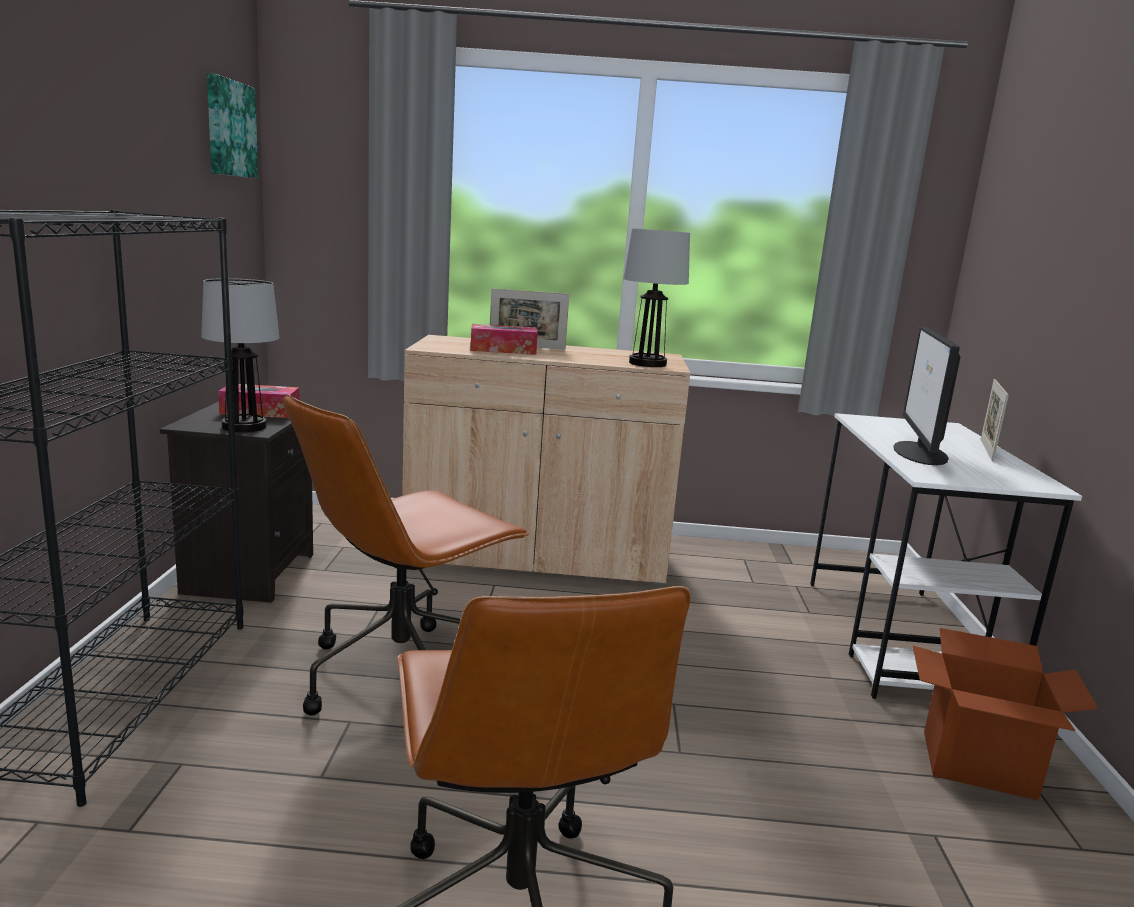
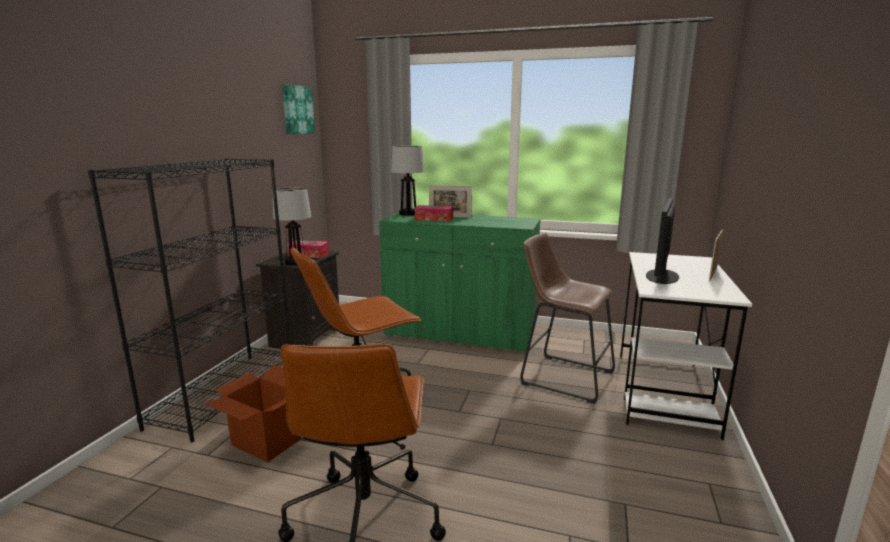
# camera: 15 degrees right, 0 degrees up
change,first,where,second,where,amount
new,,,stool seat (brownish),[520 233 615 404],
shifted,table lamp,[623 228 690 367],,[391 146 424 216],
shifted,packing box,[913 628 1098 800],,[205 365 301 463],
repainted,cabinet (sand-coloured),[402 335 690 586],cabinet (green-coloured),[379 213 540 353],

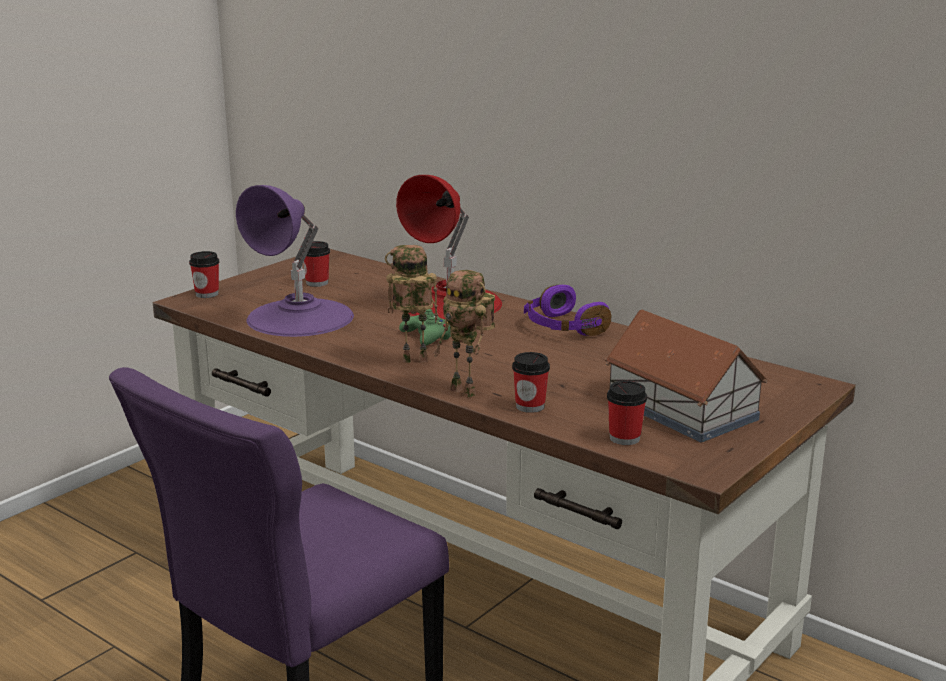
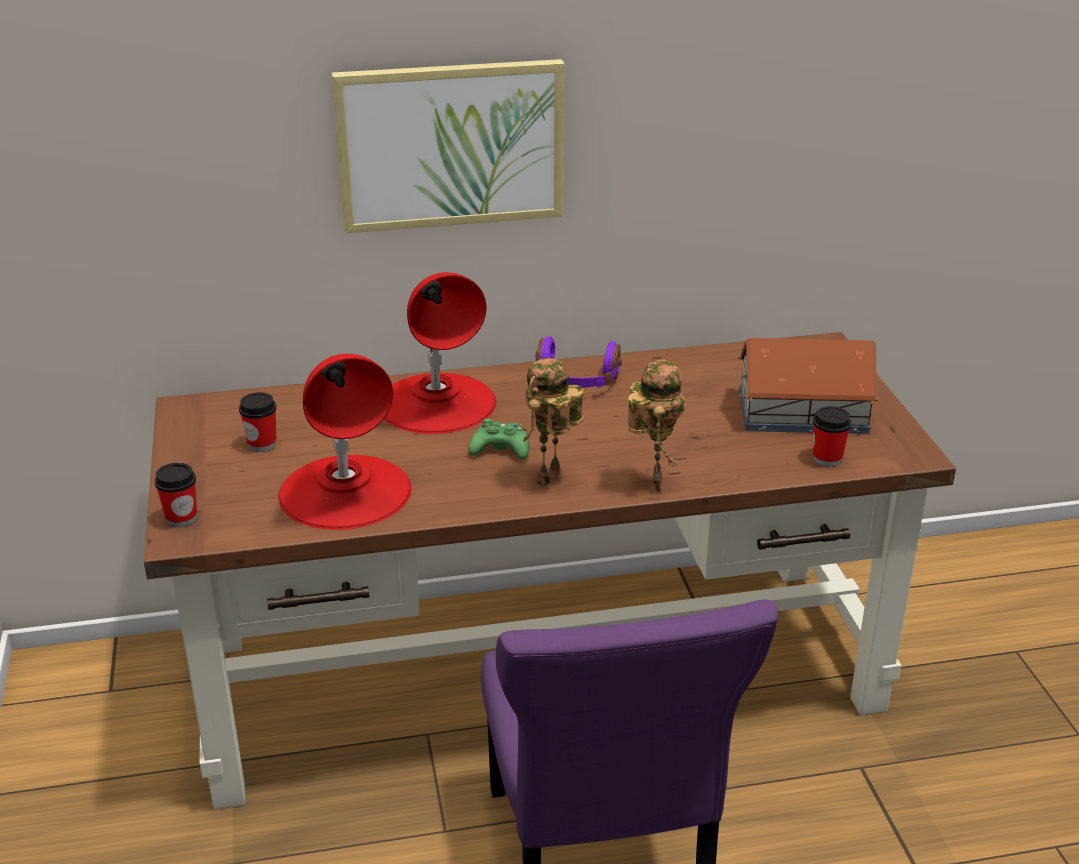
# camera: 50 degrees left, 10 degrees up
change,first,where,second,where,amount
gone,small cup,[512 352 550 413],,,
new,,,wall art,[332 59 564 233],
repainted,table lamp (purple-coloured),[236 185 354 337],table lamp (red),[278 354 411 530],
rotated,robot figure,[434 270 495 398],,[627 359 686 494],75 degrees counterclockwise

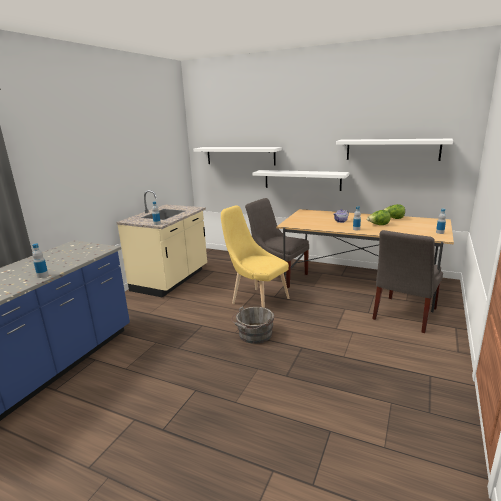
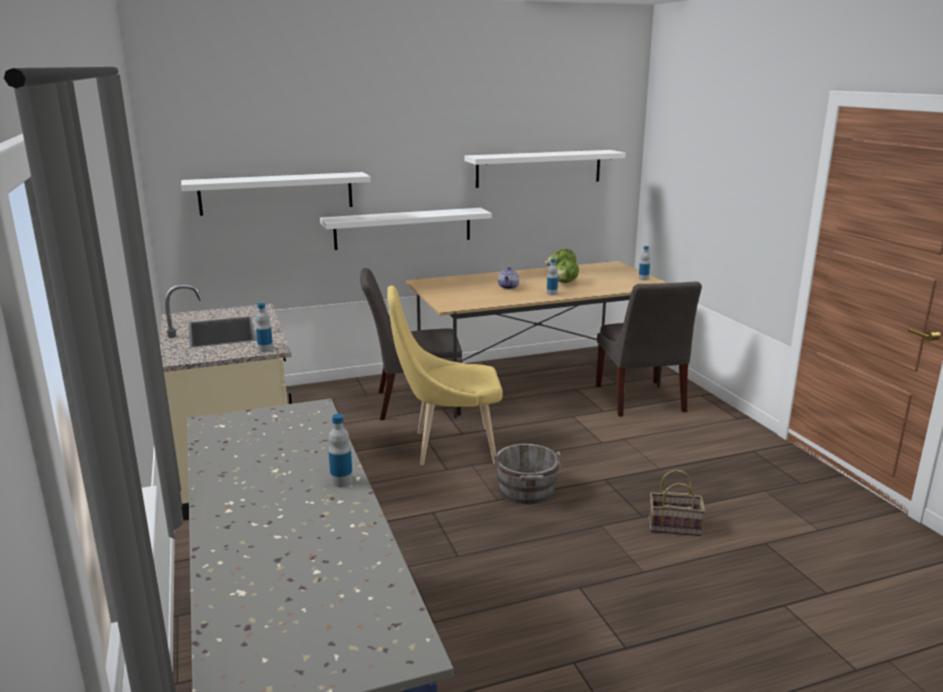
# camera: 45 degrees left, 0 degrees up
change,first,where,second,where,amount
new,,,household basket,[649 470 705 536],

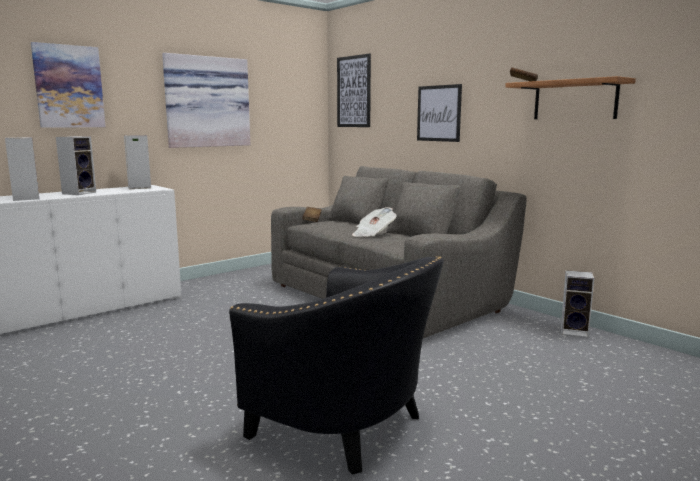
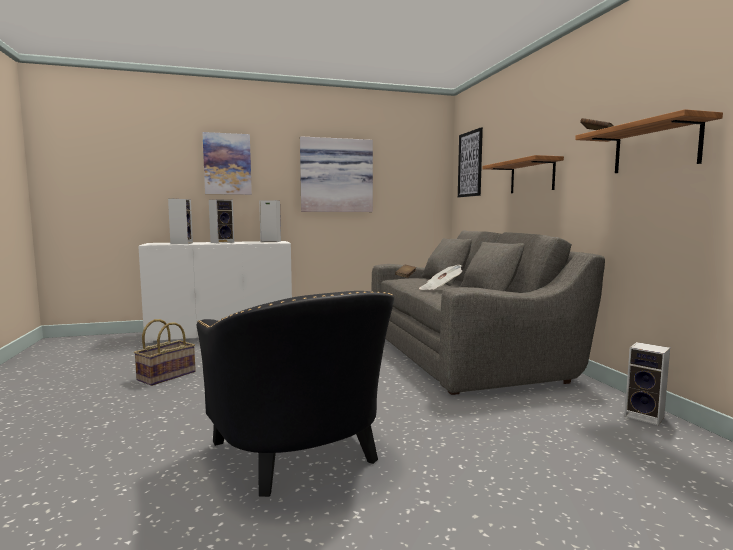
# camera: 25 degrees right, 5 degrees down
change,first,where,second,where,amount
new,,,household basket,[134 319 196 386],
swapped,wall art,[417 84 462 142],wall shelf,[482 155 564 193],

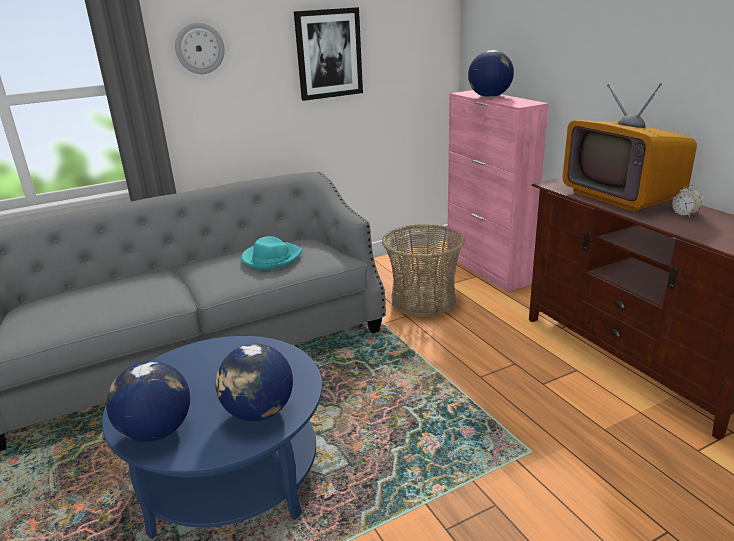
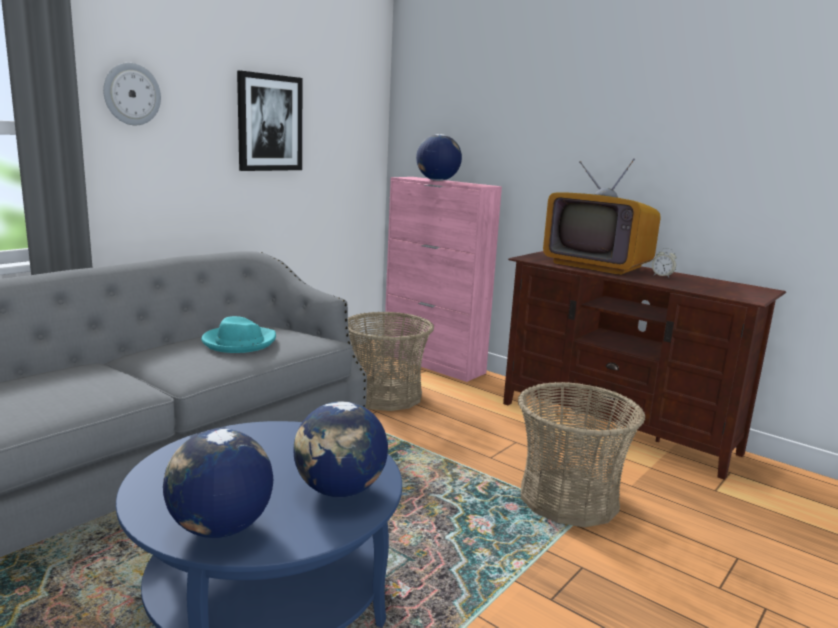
# camera: 25 degrees left, 10 degrees down
change,first,where,second,where,amount
new,,,household basket,[518 382 645 527],

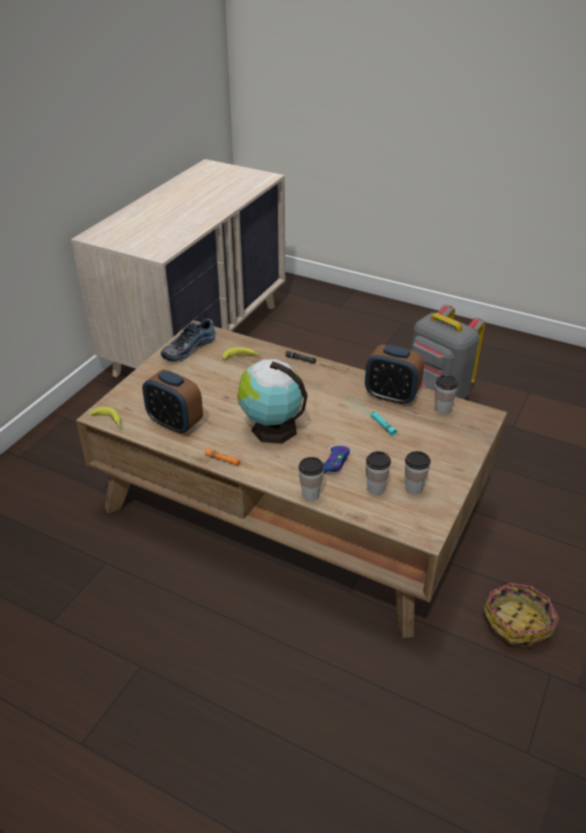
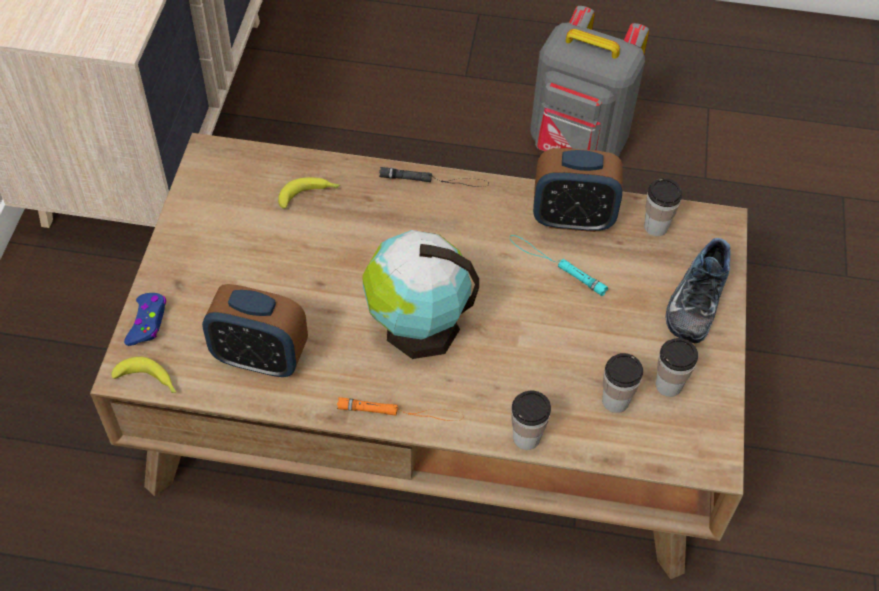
# camera: 20 degrees left, 15 degrees up
change,first,where,second,where,amount
gone,household basket,[483 581 559 647],,,
shifted,item of footwear,[161 319 216 362],,[665 238 731 343],
shifted,gamepad (blue-coloured),[323 446 350 473],,[124 293 166 346],

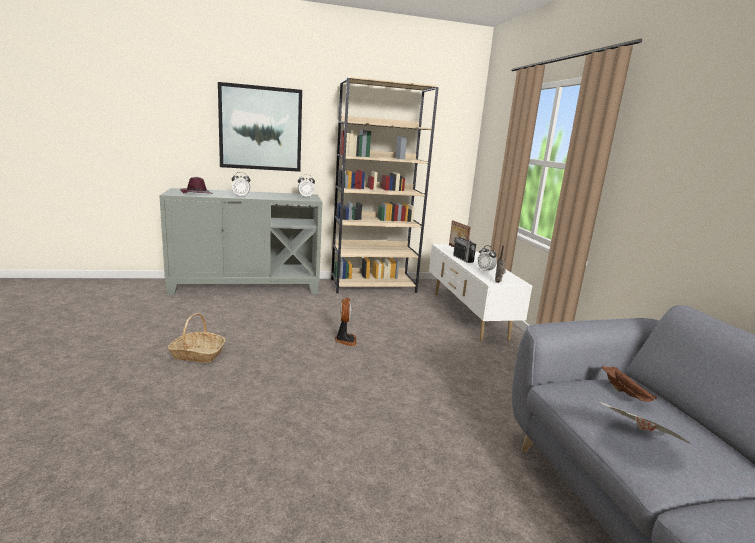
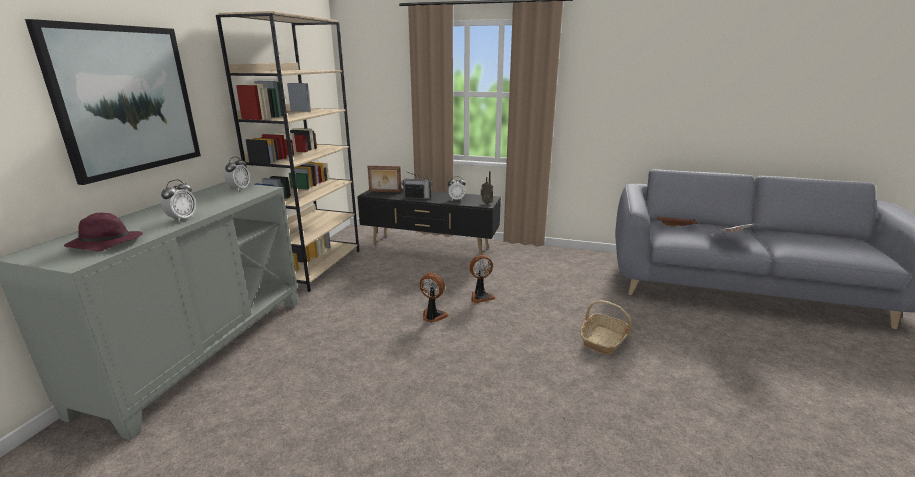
# camera: 60 degrees left, 5 degrees up
change,first,where,second,where,amount
new,,,cooling fan,[469 255 496 303],
shifted,household basket,[167 313 225 363],,[581 300 631 355],
repainted,tv unit (white),[429 244 532 342],tv unit (blackish),[357 189 501 255],

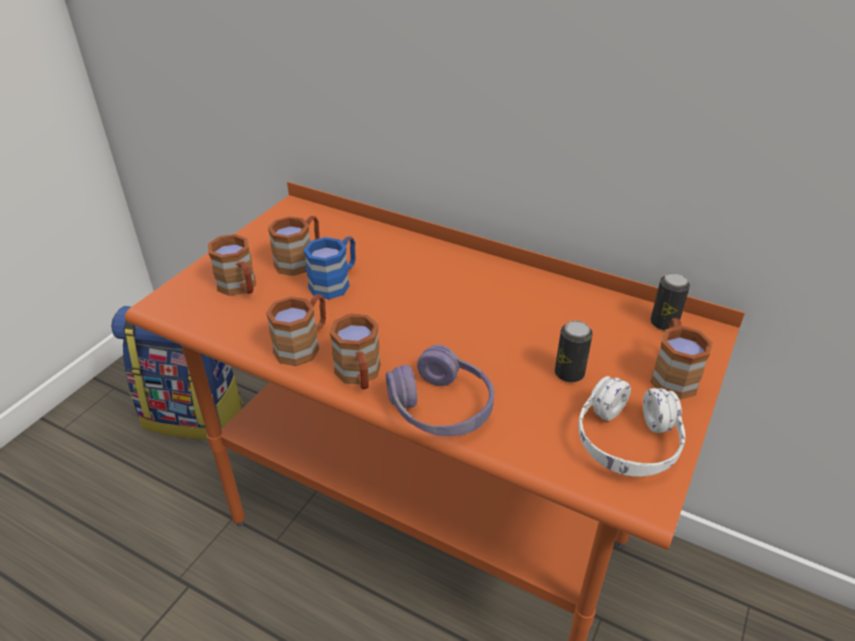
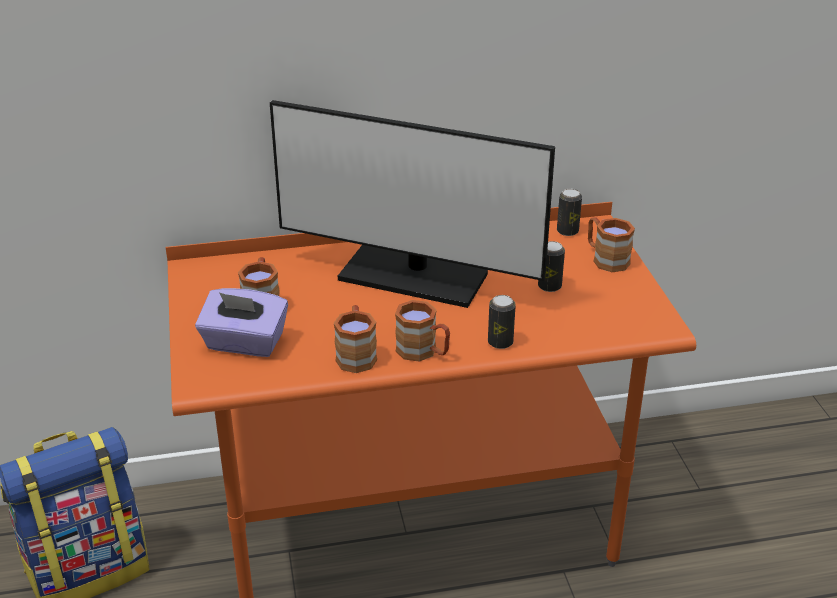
# camera: 40 degrees left, 5 degrees down
change,first,where,second,where,amount
gone,mug (blue-coloured),[303 236 355 299],,,
gone,headset (white),[578 376 685 477],,,
new,,,monitor,[270 100 555 308],
swapped,mug (brownish),[208 234 256 296],tissue holder (purple-coloured),[195 288 288 357],
swapped,headset (purple-coloured),[386 345 494 436],metal can,[488 295 516 349],

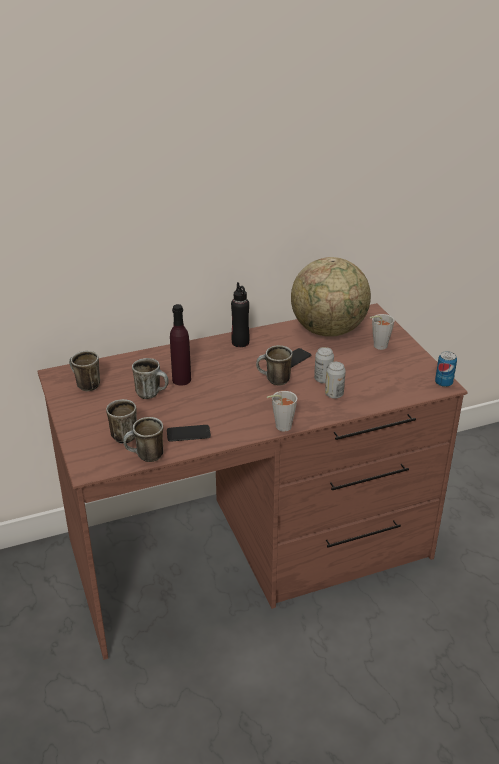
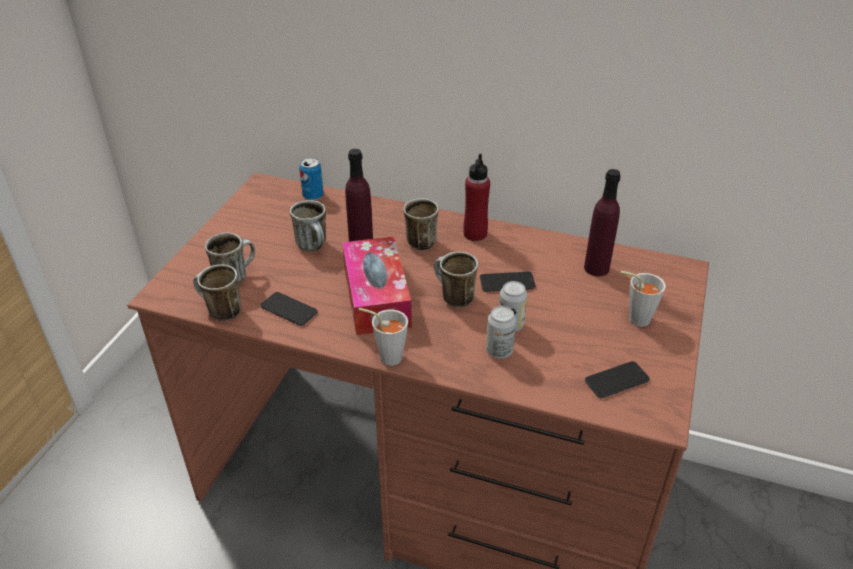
# camera: 40 degrees right, 5 degrees up
change,first,where,second,where,amount
new,,,tissue holder,[342 237 412 335],
new,,,telephone,[585 361 650 398],
shifted,mug,[69 351 100 391],,[403 198 439 250],
shifted,metal can,[435 351 457 387],,[299 158 324 200],
swapped,world globe,[291 257 371 337],beverage bottle (purple-coloured),[584 169 621 276],
repainted,beverage bottle (blackish),[231 282 249 347],beverage bottle (red),[463 154 490 241],

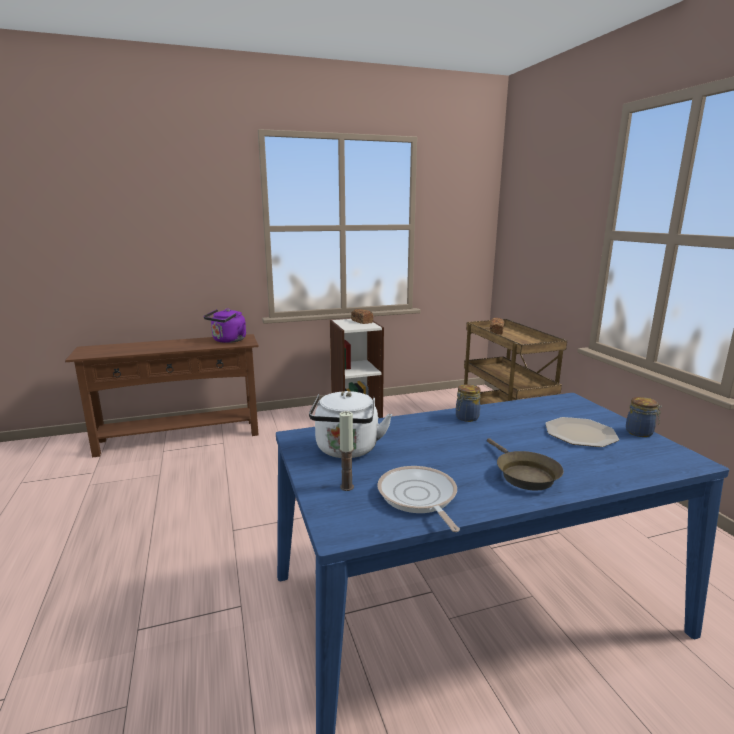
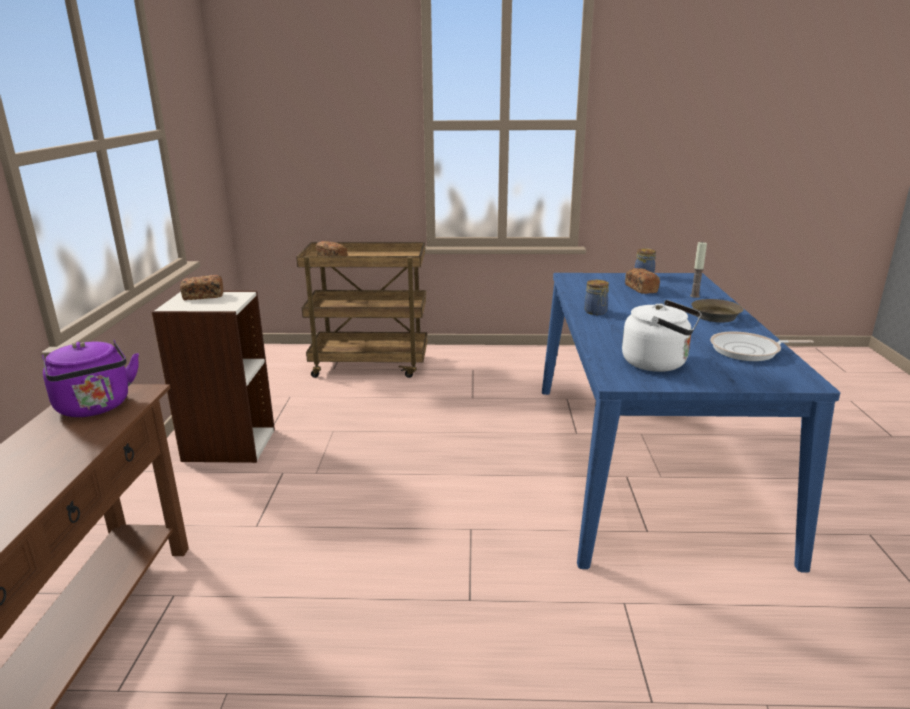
# camera: 70 degrees left, 5 degrees up
change,first,where,second,where,amount
shifted,wax light,[339 411 354 491],,[690 241 707 298],
swapped,flat dish,[545 417 619 447],bread,[625 268 660 294],

